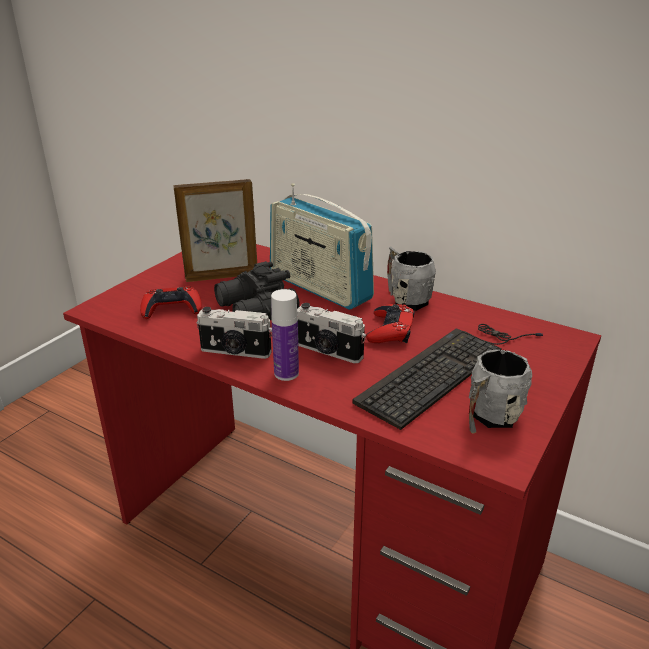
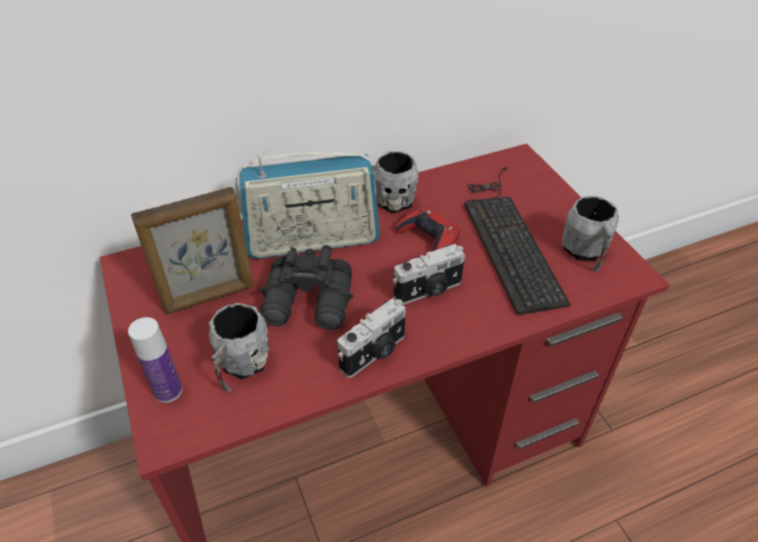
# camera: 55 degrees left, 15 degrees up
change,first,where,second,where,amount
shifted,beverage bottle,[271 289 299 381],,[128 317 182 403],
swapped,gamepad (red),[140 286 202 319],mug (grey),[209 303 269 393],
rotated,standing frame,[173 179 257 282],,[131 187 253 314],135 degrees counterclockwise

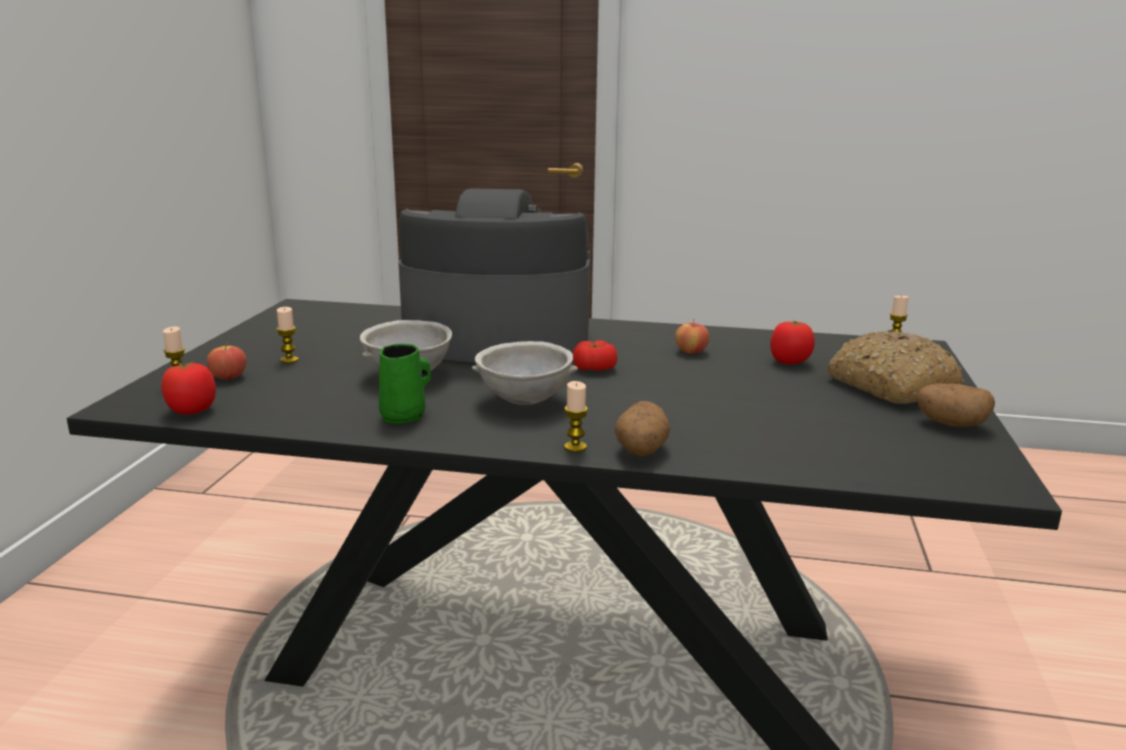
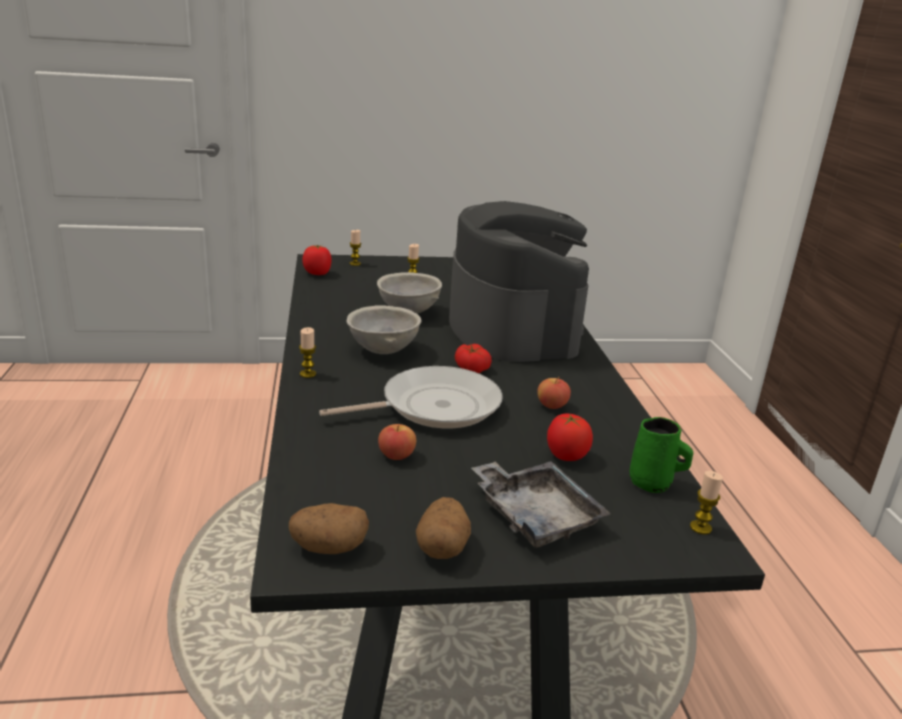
# camera: 70 degrees right, 5 degrees up
change,first,where,second,where,amount
new,,,skillet,[319 366 503 428],
shifted,whole apple,[207 343 247 380],,[378 424 416 460],
shifted,mug (green-coloured),[379 344 431 424],,[630 417 693 493],
shifted,whole potato,[615 401 670 457],,[289 503 369 554],
swapped,bread,[827 330 964 404],tray (grey),[471 461 611 548],

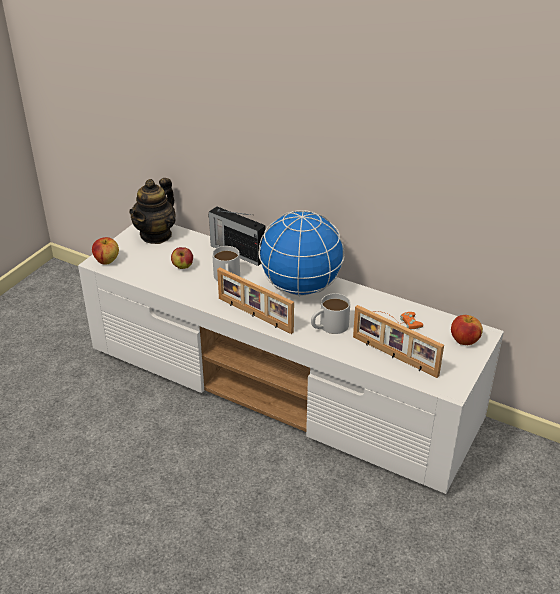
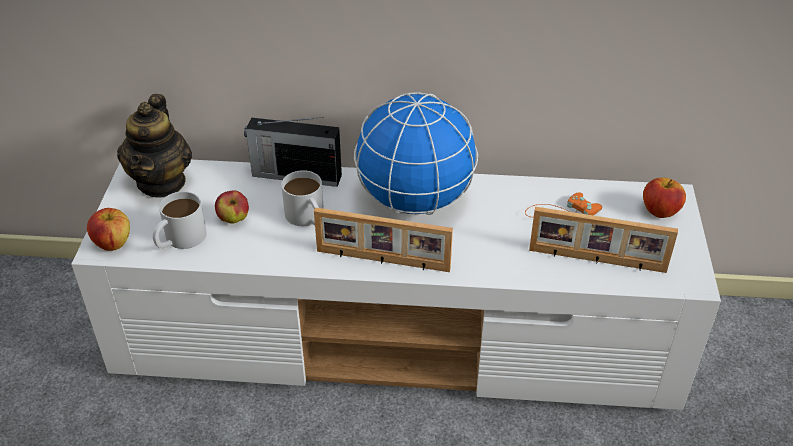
# camera: 25 degrees left, 5 degrees up
change,first,where,second,where,amount
shifted,mug (white),[311 293 350 334],,[153 191 207 249],

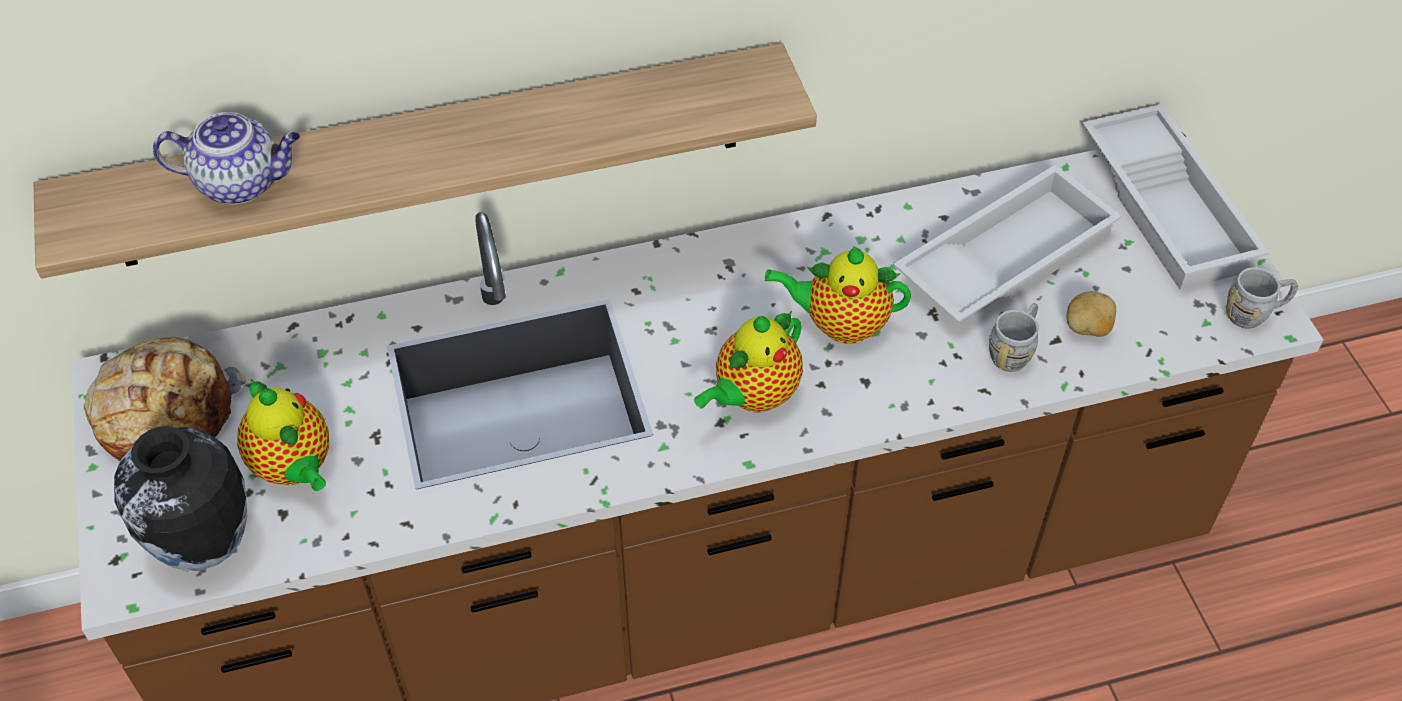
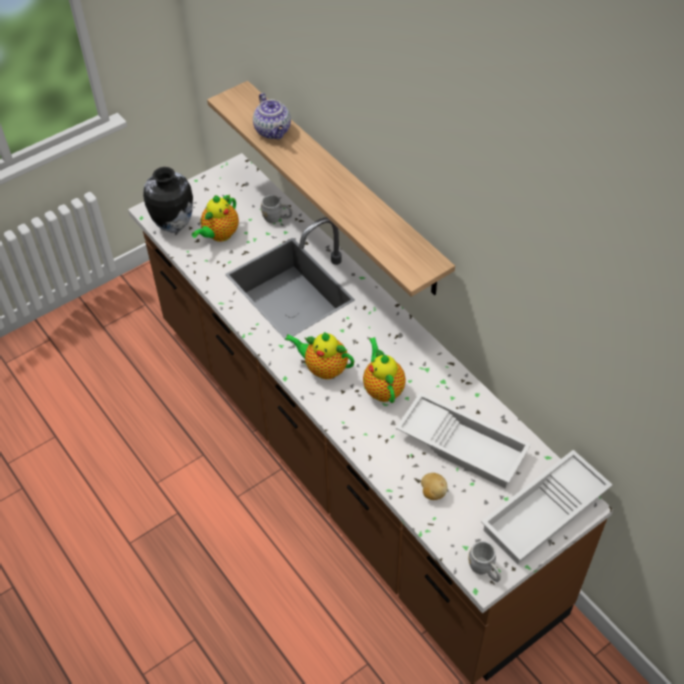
# camera: 70 degrees right, 0 degrees up
change,first,where,second,where,amount
gone,bread,[84 337 249 461],,,
shifted,mug (grey),[989 303 1039 372],,[261 195 292 223],

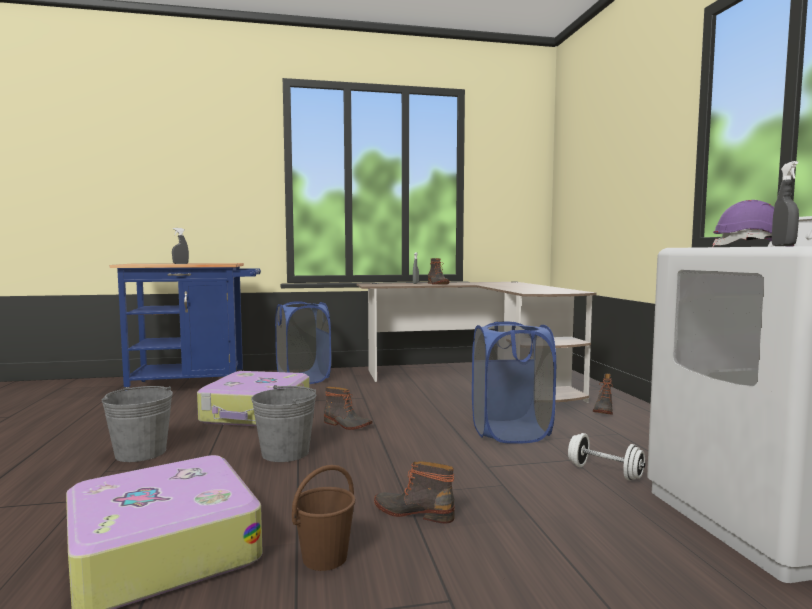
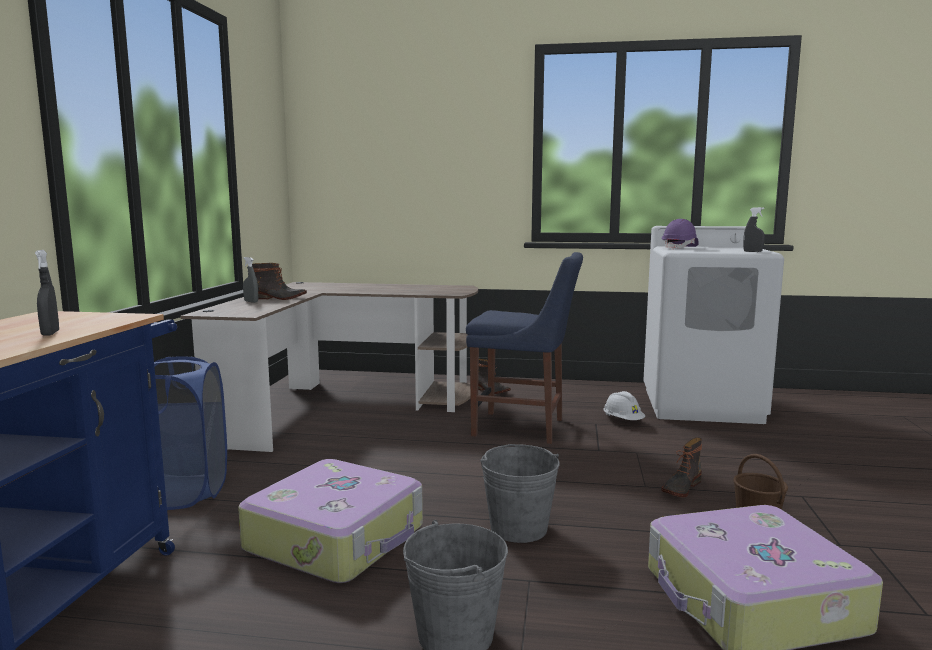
# camera: 70 degrees left, 5 degrees up
change,first,where,second,where,amount
gone,tall boot,[324 387 372 430],,,
swapped,hamper (blue-coloured),[472 321 556 444],upright chair (blue-coloured),[466 252 583 444],
swapped,dumbbell (white),[568 433 645 480],safety helmet (white),[603 391 645 420],

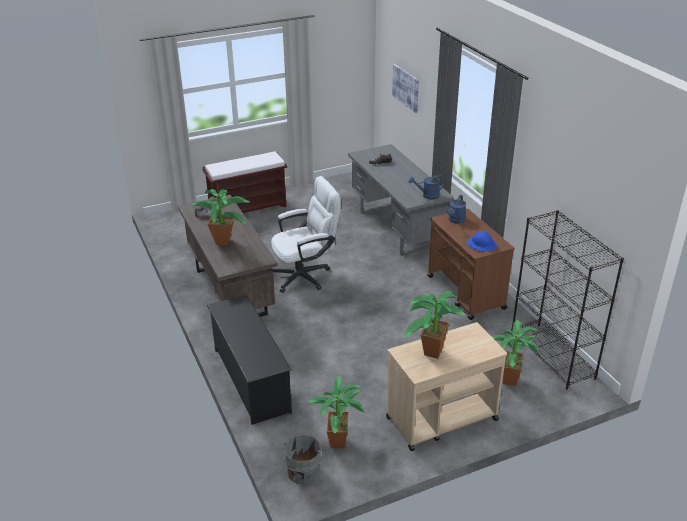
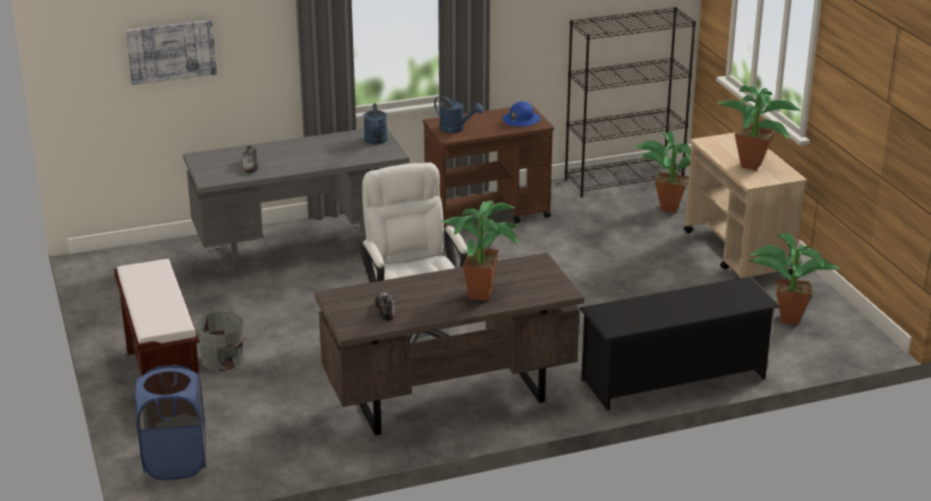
# camera: 85 degrees left, 5 degrees down
change,first,where,second,where,amount
new,,,hamper (blue-coloured),[135 365 206 480],
shifted,bucket (grey),[281 435 322 485],,[197 310 248 371],

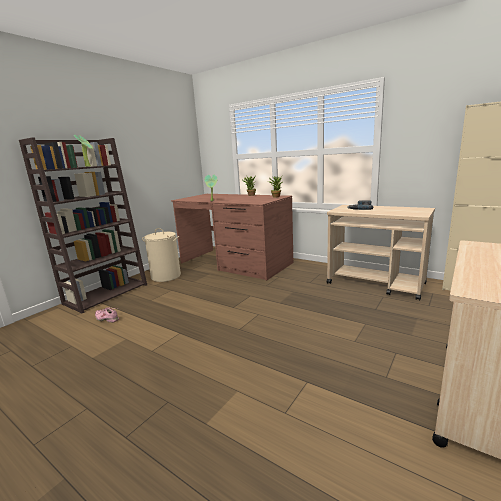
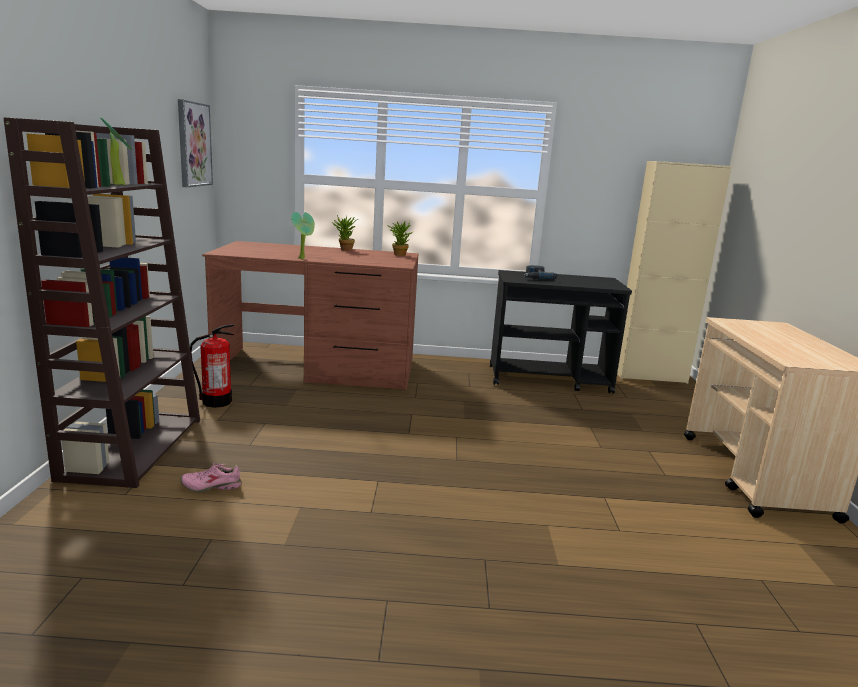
# camera: 35 degrees left, 0 degrees up
change,first,where,second,where,amount
new,,,wall art,[178 99 213 187],
swapped,hamper (sand-coloured),[142 228 181 282],extinguisher,[190 324 234 408],
repainted,wheeled cart (sand-coloured),[327 205 435 301],wheeled cart (blackish),[490 270 632 394],

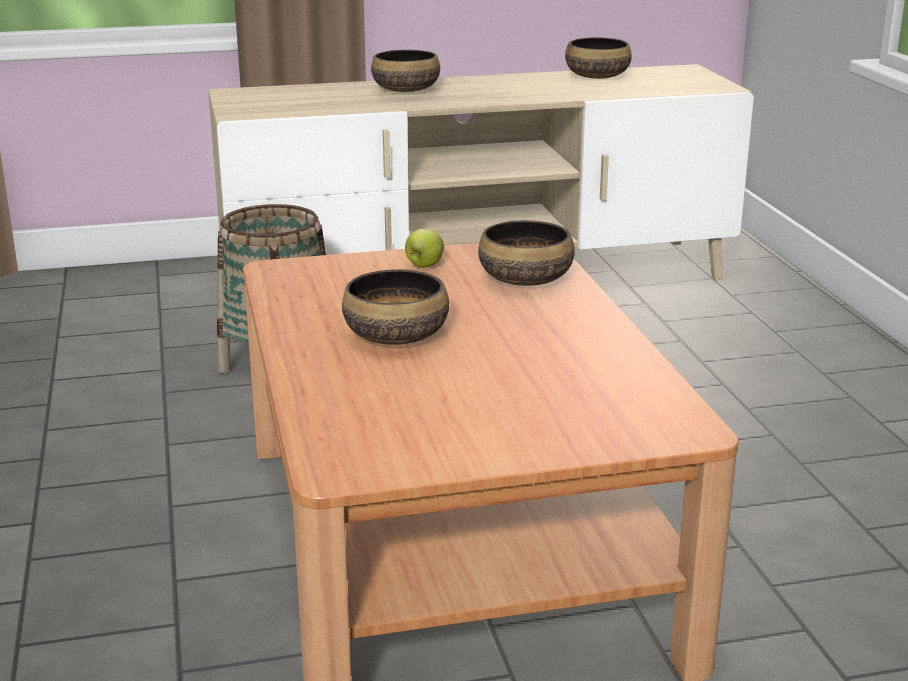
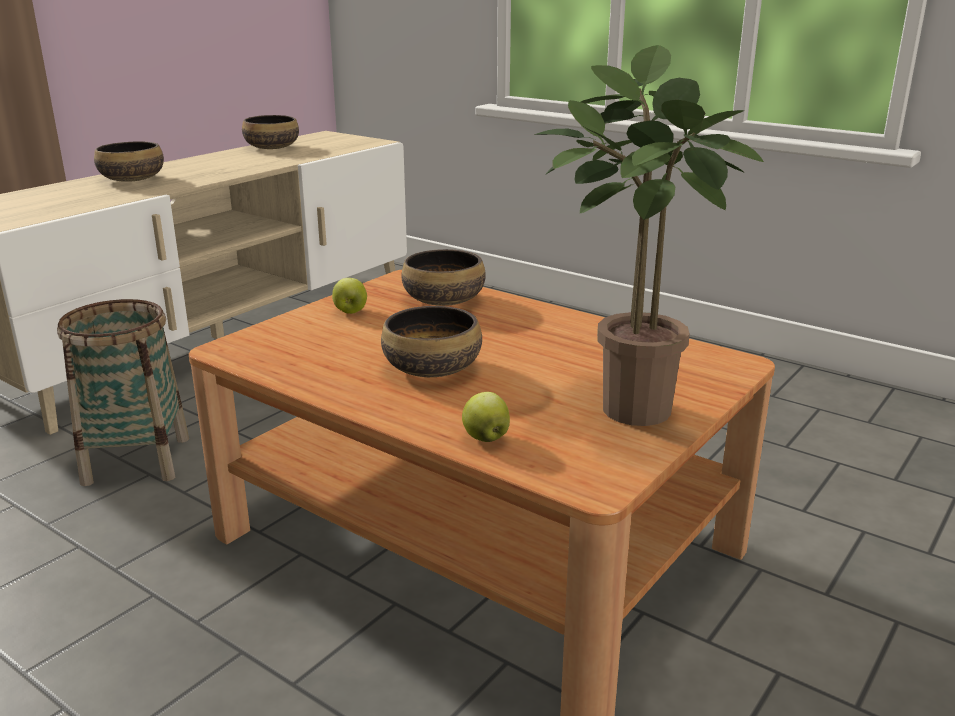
# camera: 40 degrees left, 0 degrees up
change,first,where,second,where,amount
new,,,whole apple,[462 392 510 442],
new,,,houseplant,[534 45 764 426],

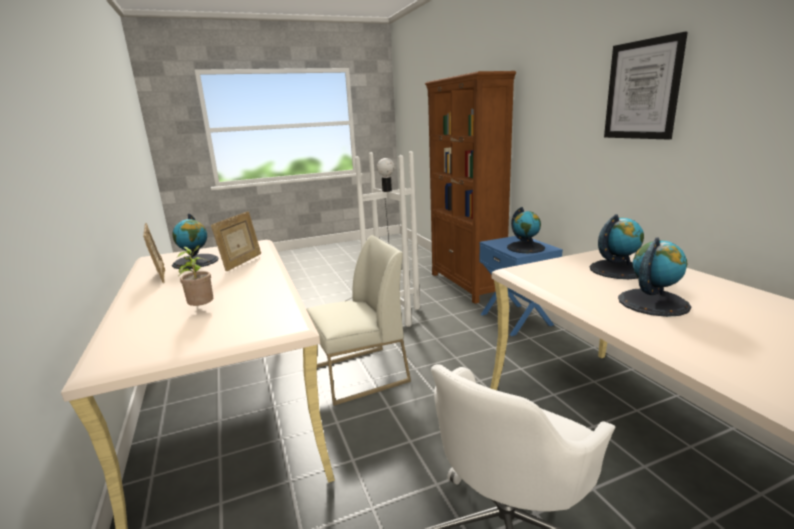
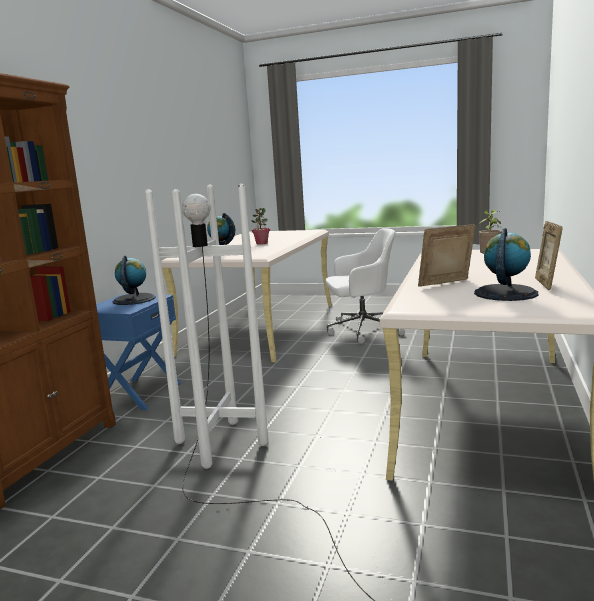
# camera: 140 degrees left, 5 degrees down
change,first,where,second,where,amount
gone,upright chair (white),[306 235 411 406],,,
gone,wall art,[604 32 688 140],,,
swapped,world globe,[618 237 691 317],houseplant,[251 208 270 245],

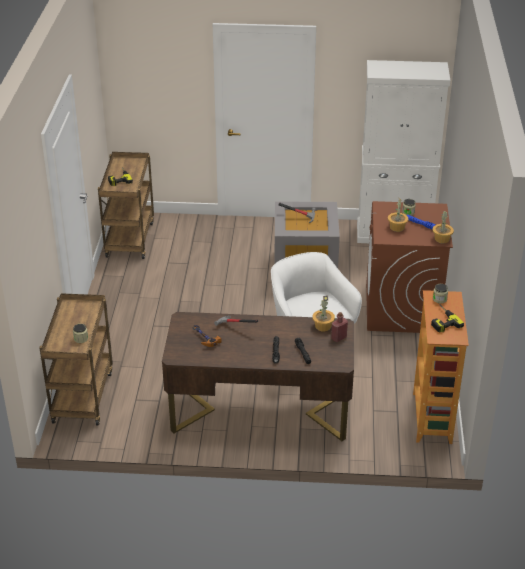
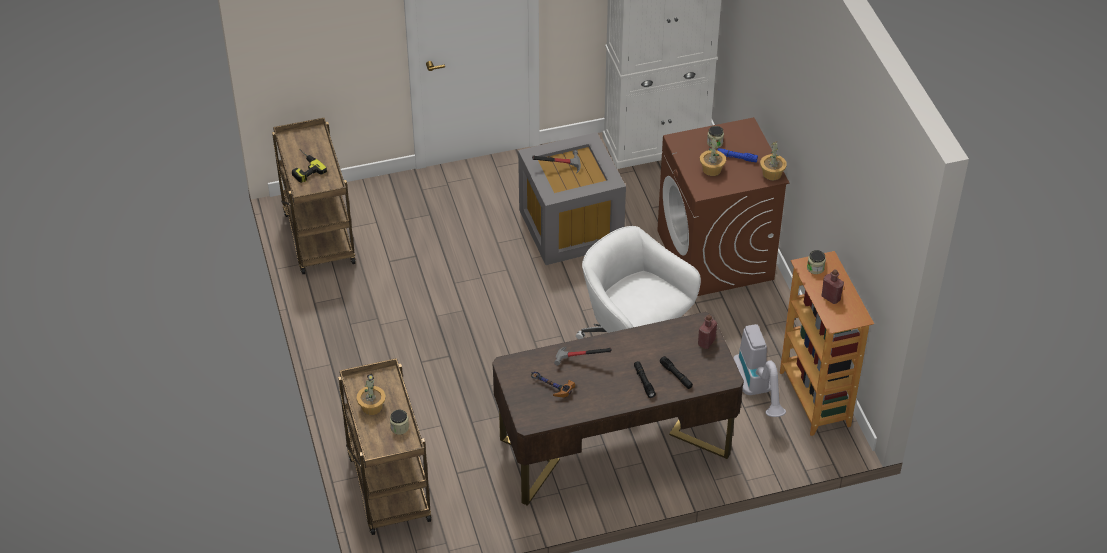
# camera: 20 degrees left, 10 degrees up
change,first,where,second,where,amount
new,,,hoover,[733 324 786 417],
shifted,houseplant,[312 296 335 331],,[356 373 386 415],
swapped,drill,[431 304 464 333],beverage bottle (red),[821 269 844 304],

